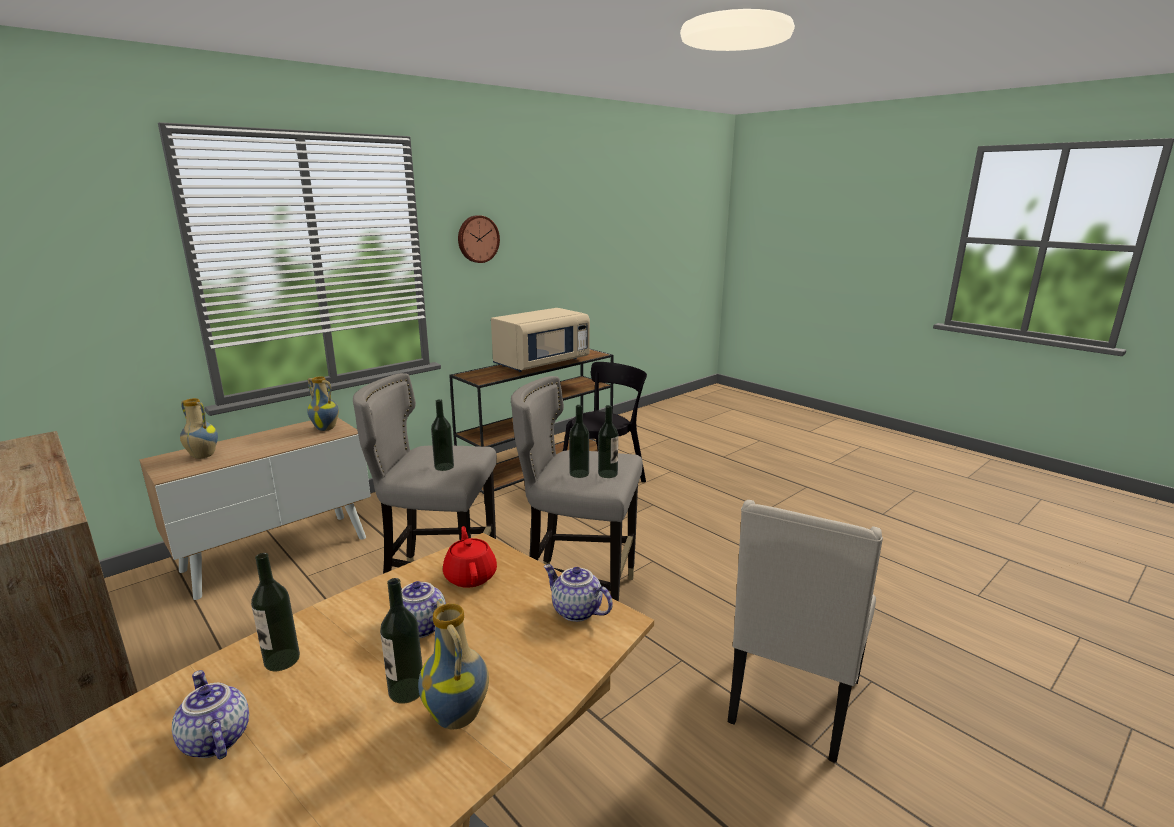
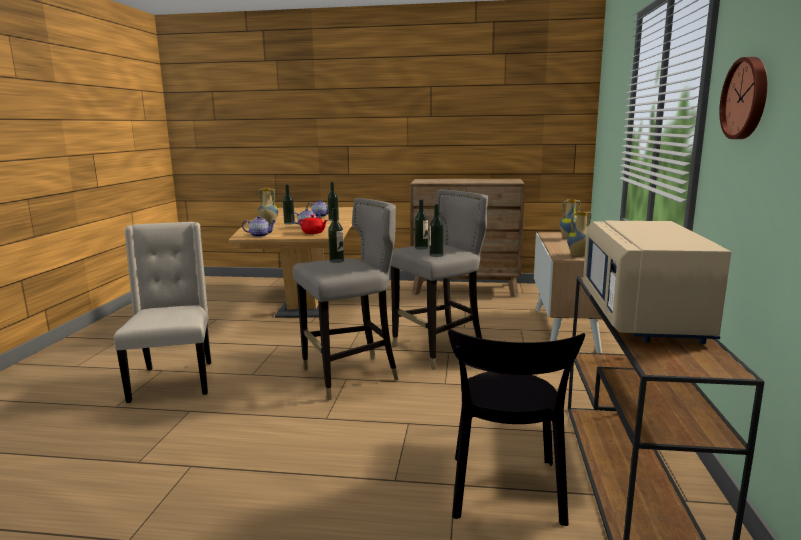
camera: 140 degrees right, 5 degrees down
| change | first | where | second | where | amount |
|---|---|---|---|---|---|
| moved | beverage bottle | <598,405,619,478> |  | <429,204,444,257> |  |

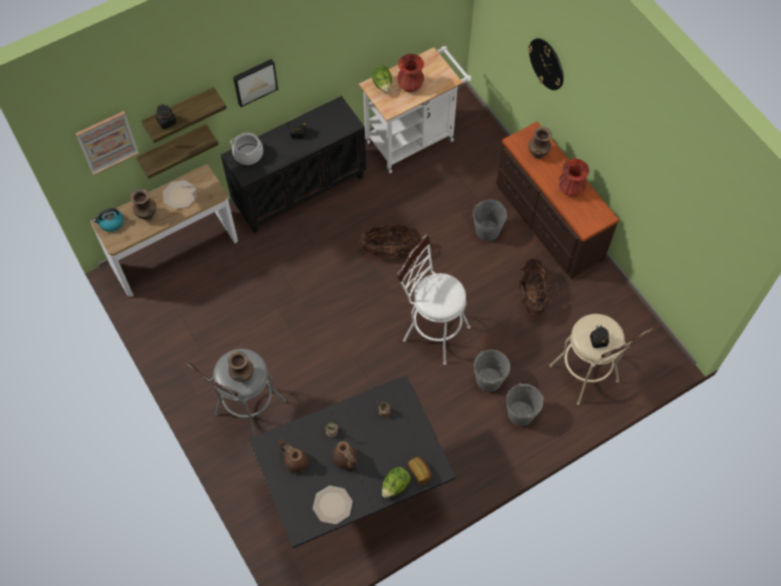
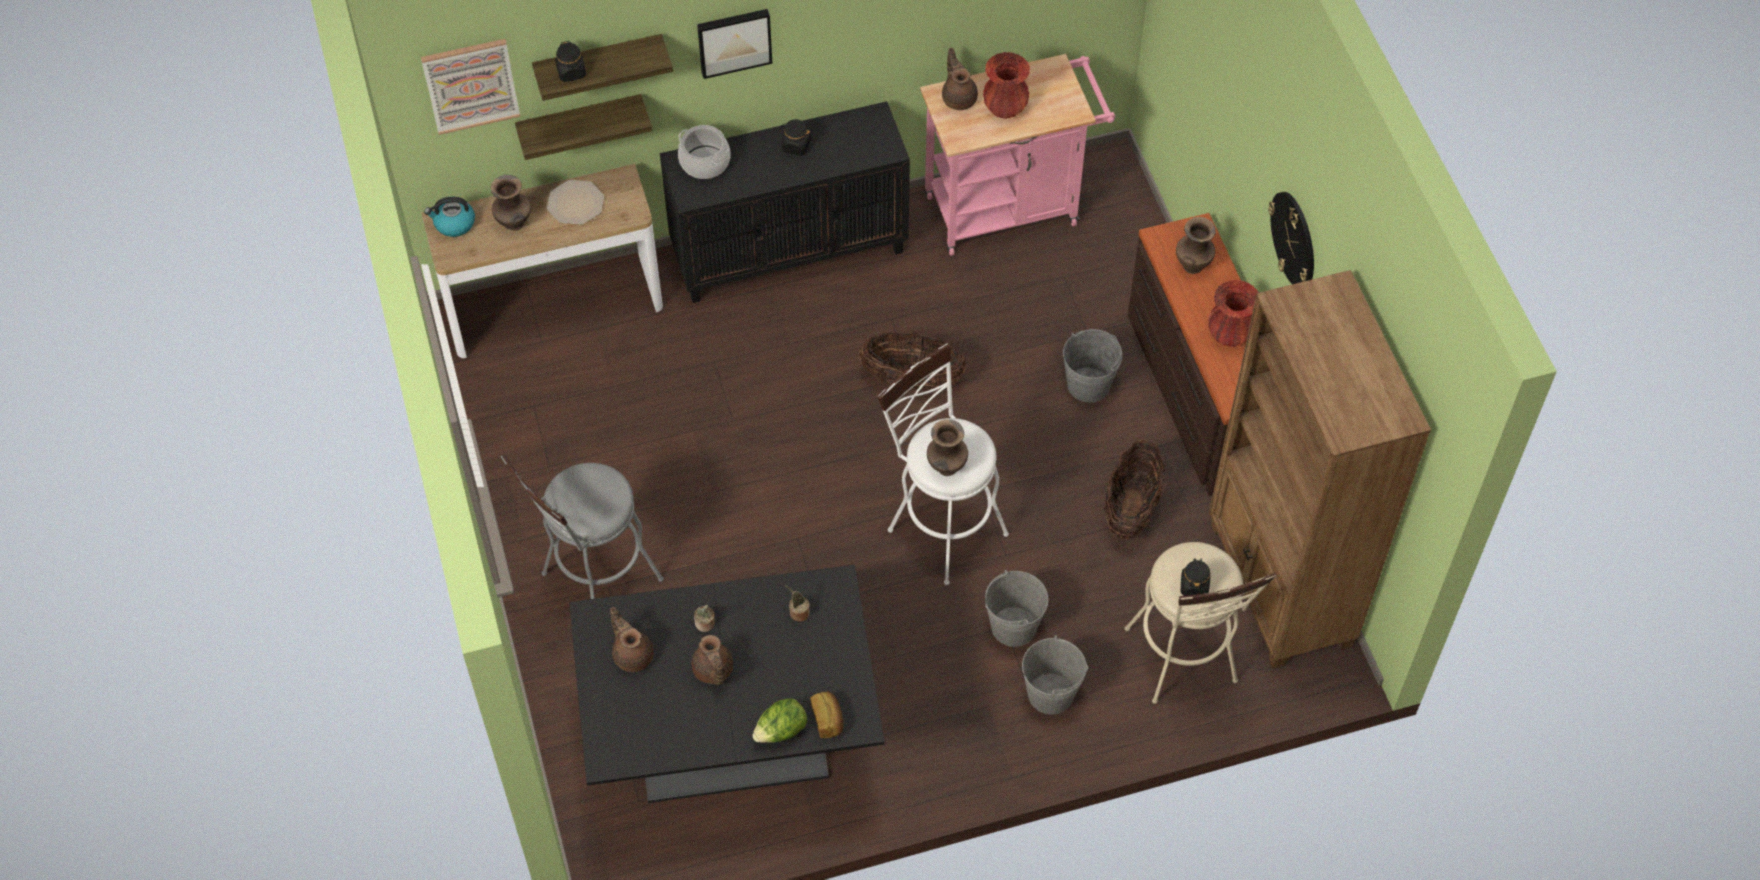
camera: 15 degrees right, 5 degrees down
| change | first | where | second | where | amount |
|---|---|---|---|---|---|
| moved | clock on the wall | <528,38,564,90> |  | <1268,192,1314,284> |  |
| recoloured | trolley (whitish) | <359,46,472,174> | trolley (pink) | <920,54,1115,256> |  |
| replaced | head of lettuce | <372,66,392,92> | tea pot (brown) | <942,48,978,110> |  |
| moved | flower vase (brown) | <228,351,254,382> |  | <927,419,968,476> |  |
| removed | plate | <313,486,353,524> |  |  |  |
| added |  |  | bookshelf (brown) | <1209,270,1431,669> |  |

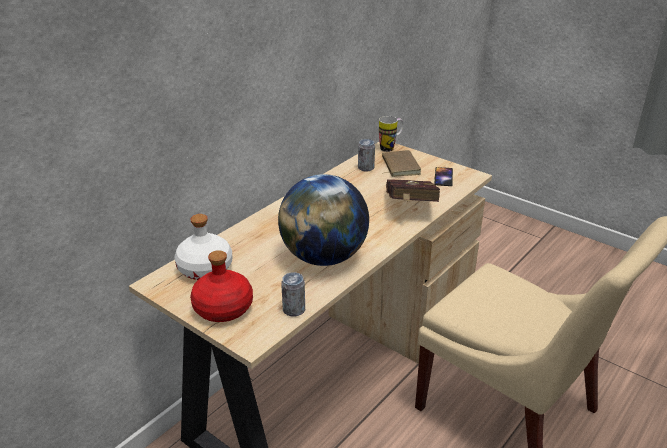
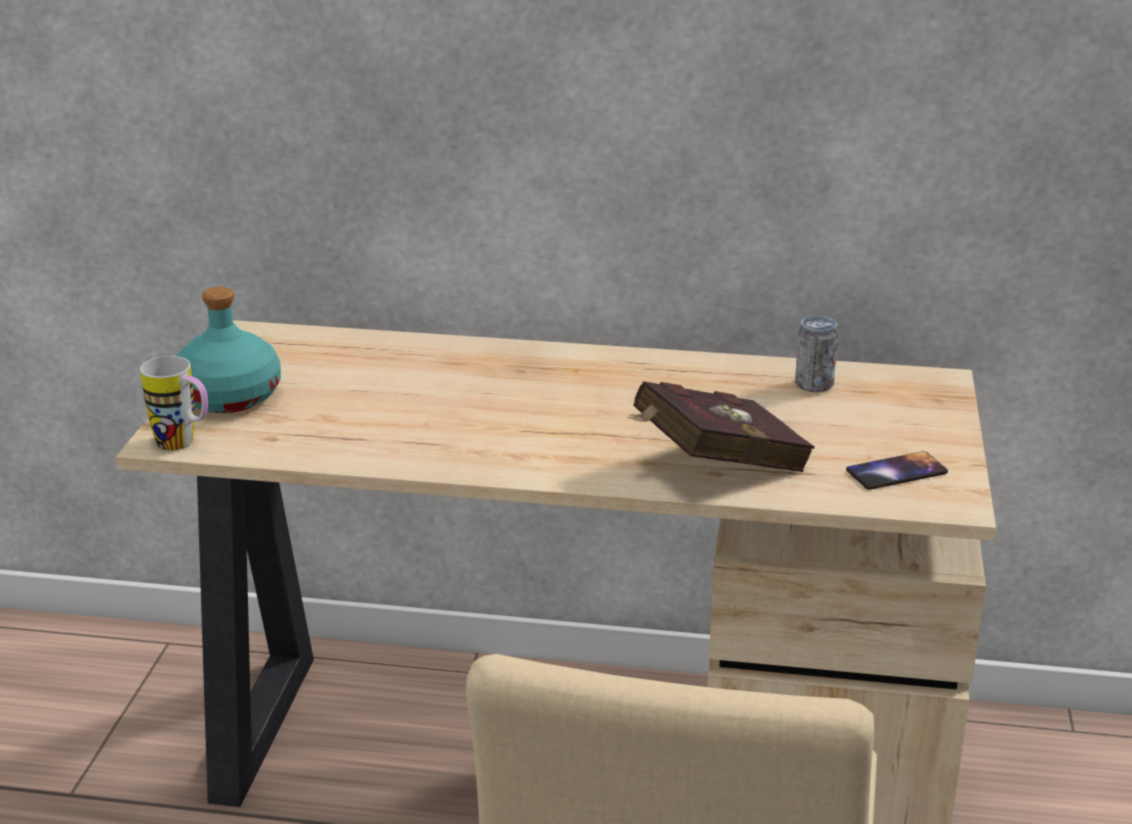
camera: 60 degrees right, 5 degrees down
| change | first | where | second | where | amount |
|---|---|---|---|---|---|
| moved | tea mug | <379,116,404,152> |  | <140,356,208,451> |  |
| removed | bound book (brown) | <382,150,421,177> |  |  |  |
| removed | globe | <278,174,369,266> |  |  |  |
| removed | beverage bottle (whitish) | <175,214,232,280> |  |  |  |
| recoloured | beverage bottle (red-coloured) | <190,250,253,322> | beverage bottle (blue-green) | <176,287,281,413> |  |
| removed | can | <281,272,305,317> |  |  |  |

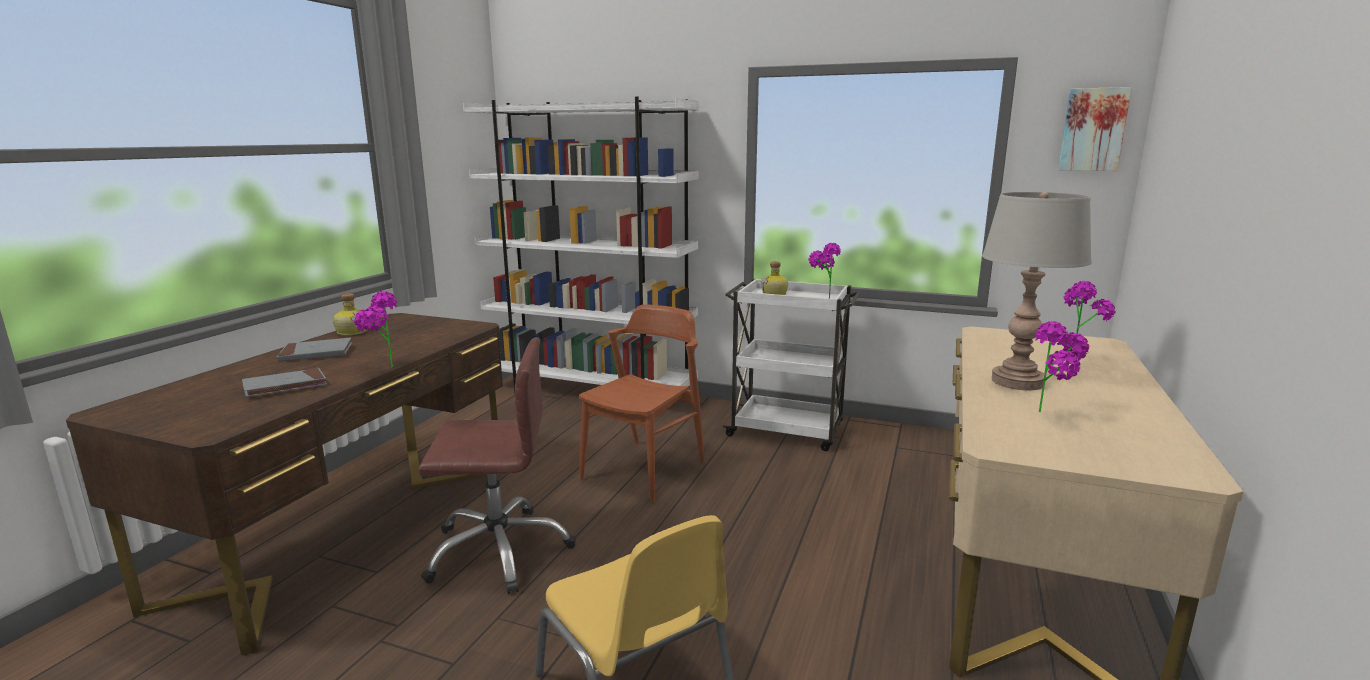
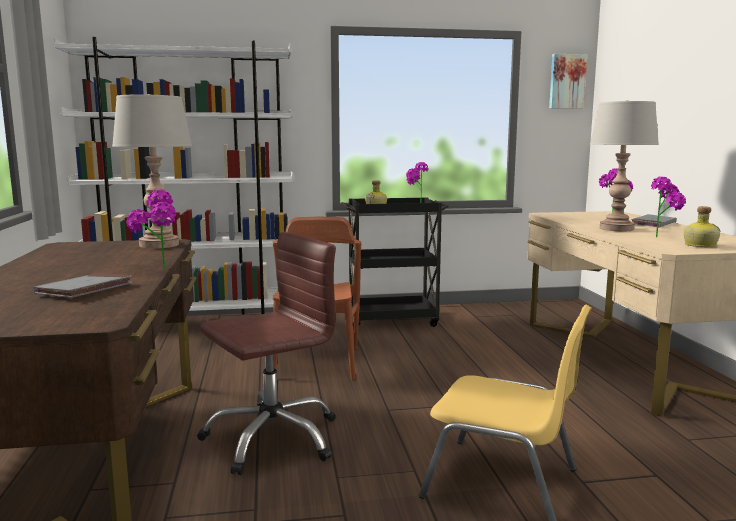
camera: 30 degrees left, 5 degrees down
| change | first | where | second | where | amount |
|---|---|---|---|---|---|
| recoloured | trolley (whitish) | <722,279,861,451> | trolley (black-coloured) | <341,197,449,327> |  |
| moved | beverage bottle | <333,293,367,335> |  | <684,206,721,247> |  |
| moved | bound book (grey) | <277,337,352,362> |  | <631,214,677,227> |  |
| added |  |  | tabletop lamp (grey) | <112,94,192,249> |  |

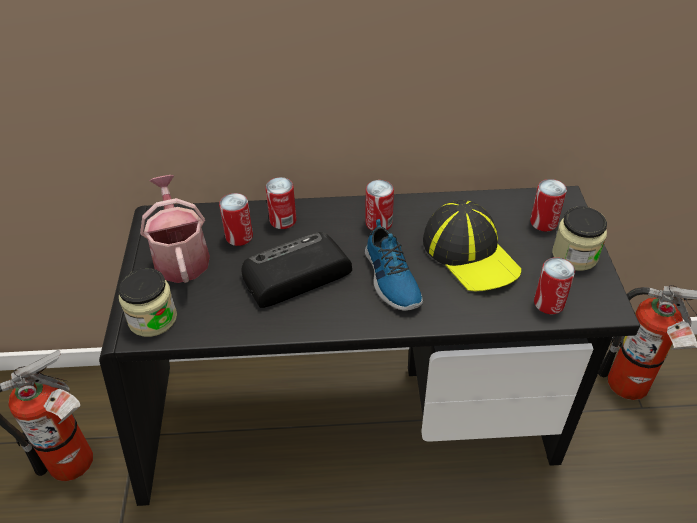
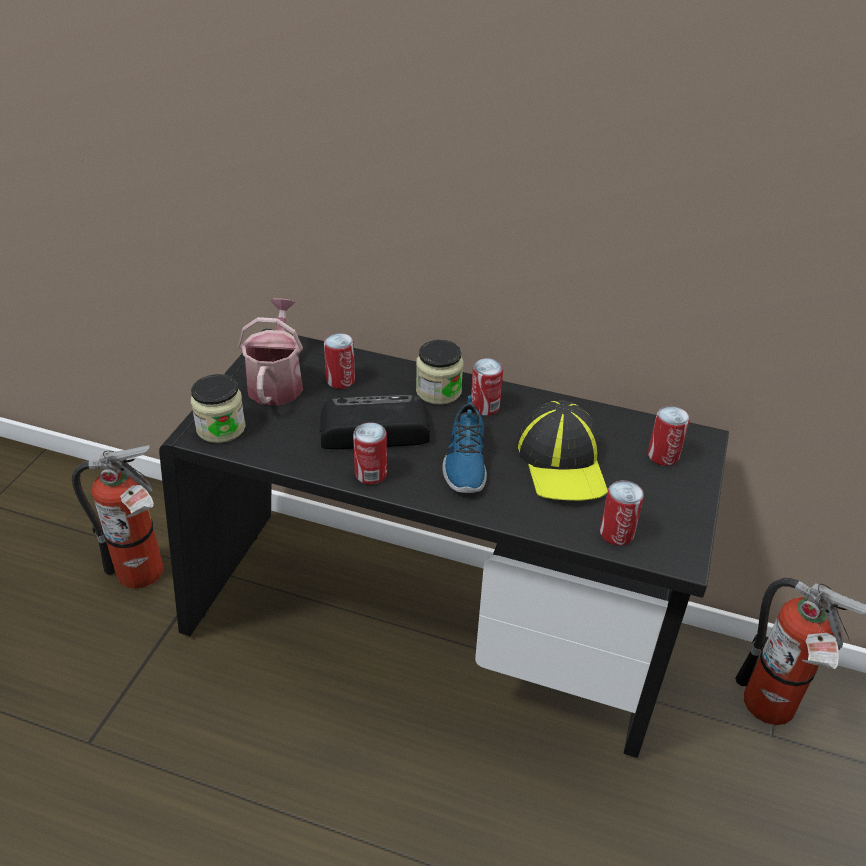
camera: 20 degrees right, 5 degrees down
| change | first | where | second | where | amount |
|---|---|---|---|---|---|
| moved | can | <266,177,296,229> |  | <353,422,387,484> |  |
| moved | storage jar | <552,206,607,271> |  | <416,340,463,405> |  |

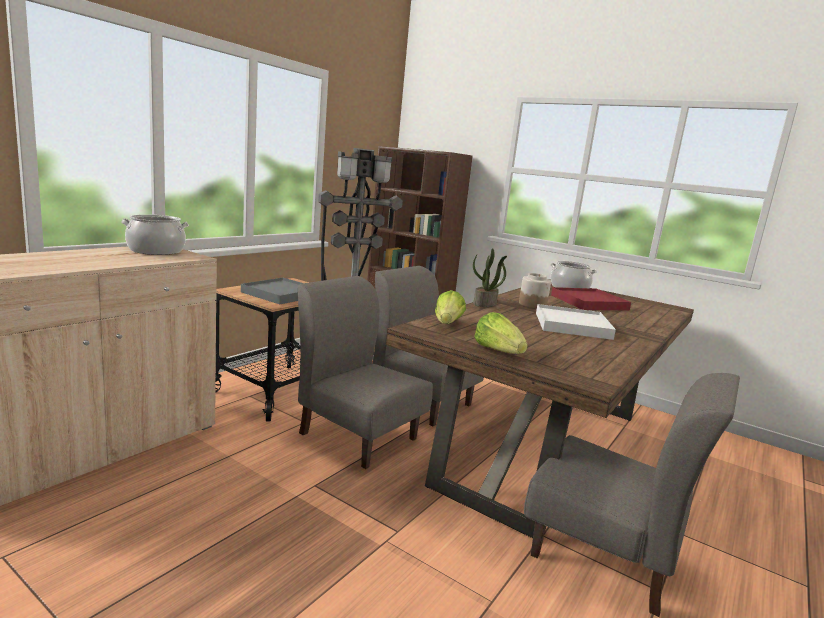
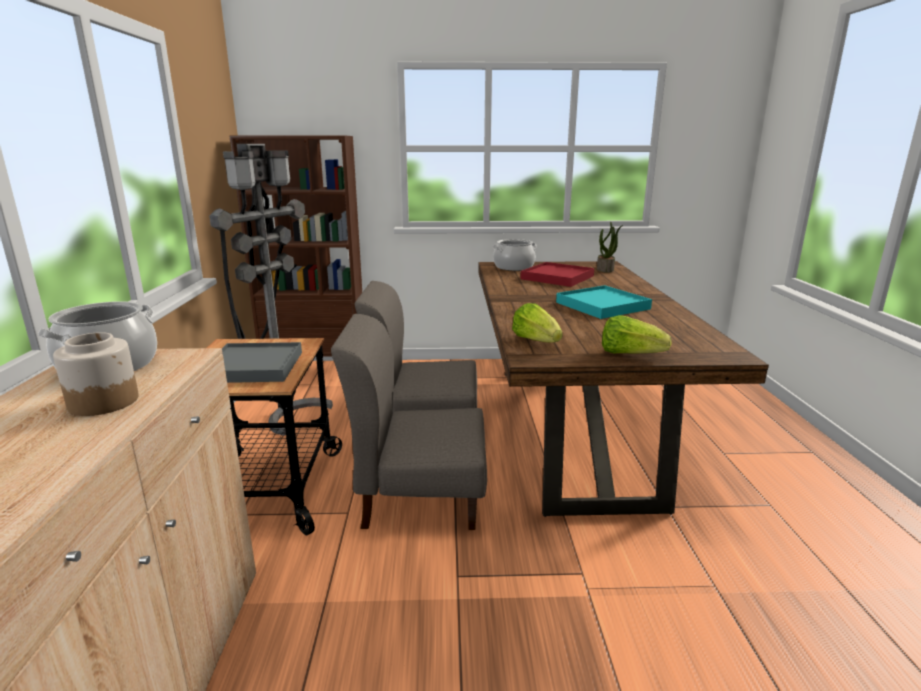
camera: 35 degrees left, 5 degrees up
| change | first | where | second | where | amount |
|---|---|---|---|---|---|
| moved | potted plant | <473,248,507,307> |  | <597,221,623,273> |  |
| moved | storage jar | <519,273,551,308> |  | <53,332,139,416> |  |
| recoloured | tray (whitish) | <536,304,616,340> | tray (blue-green) | <556,285,652,319> |  |
| removed | chair (grey) | <524,373,740,617> |  |  |  |

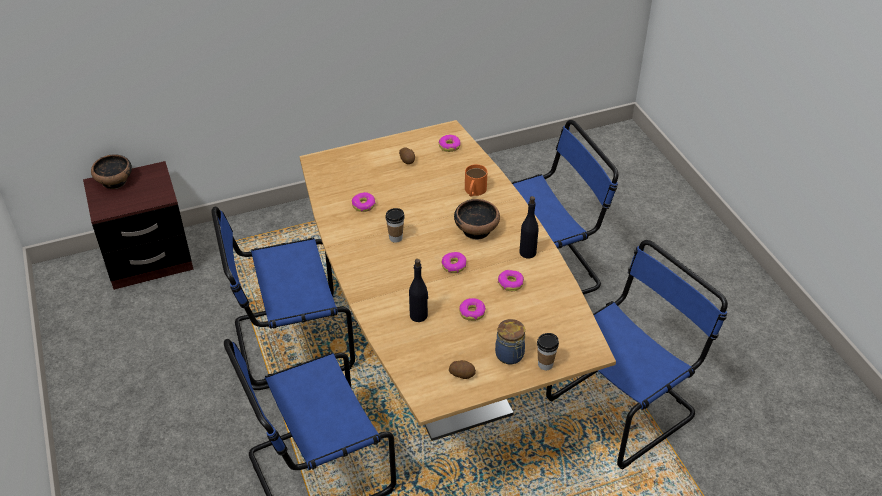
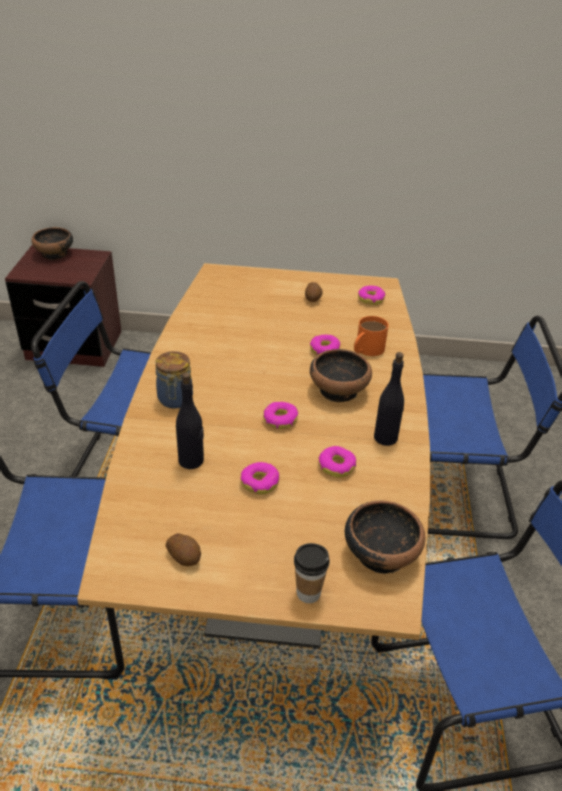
camera: 25 degrees right, 5 degrees down
| change | first | where | second | where | amount |
|---|---|---|---|---|---|
| moved | ring doughnut | <352,192,376,212> |  | <310,334,340,355> |  |
| removed | cup | <385,208,405,243> |  |  |  |
| moved | storage jar | <495,319,525,364> |  | <155,351,193,409> |  |
| added |  |  | serving bowl | <345,500,425,574> |  |

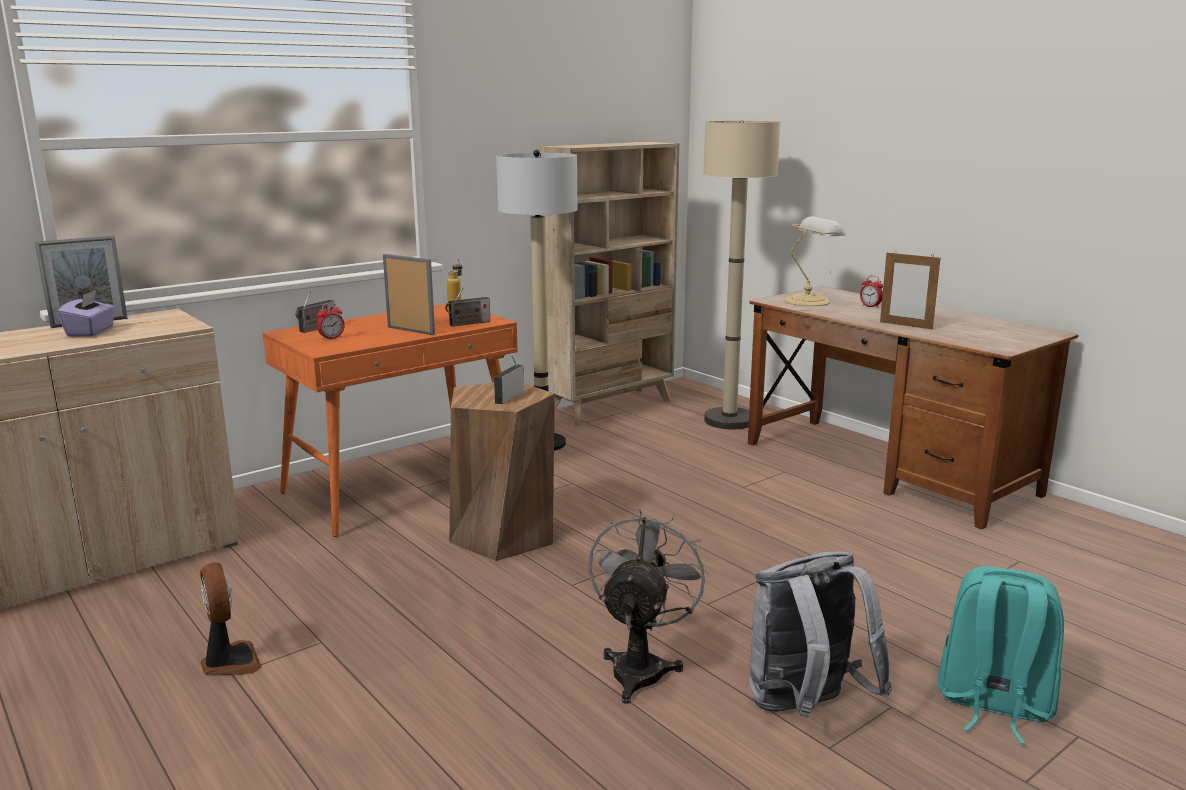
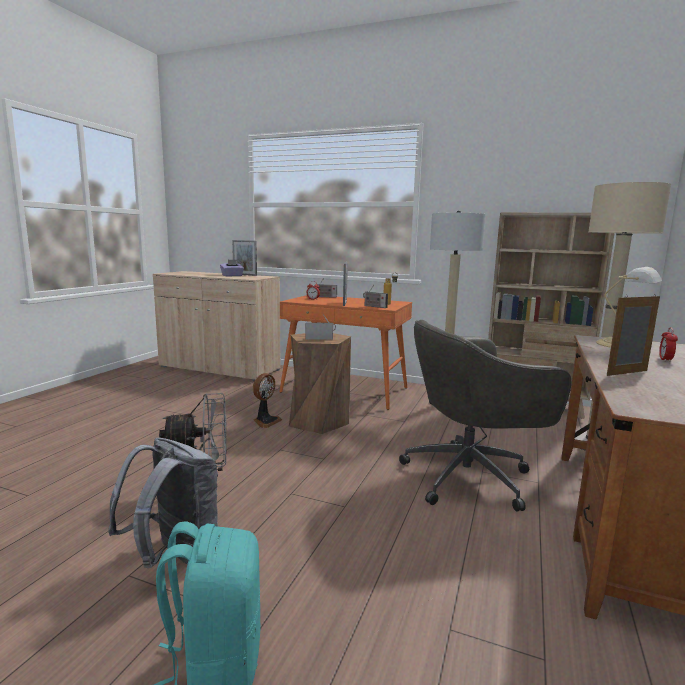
camera: 60 degrees right, 5 degrees down
| change | first | where | second | where | amount |
|---|---|---|---|---|---|
| turned | standing frame | <880,251,941,329> |  | <607,295,660,376> | 60 degrees clockwise |
| moved | cooling fan | <200,562,262,675> |  | <253,373,282,428> |  |
| added |  |  | computer chair (grey) | <399,320,571,511> |  |

